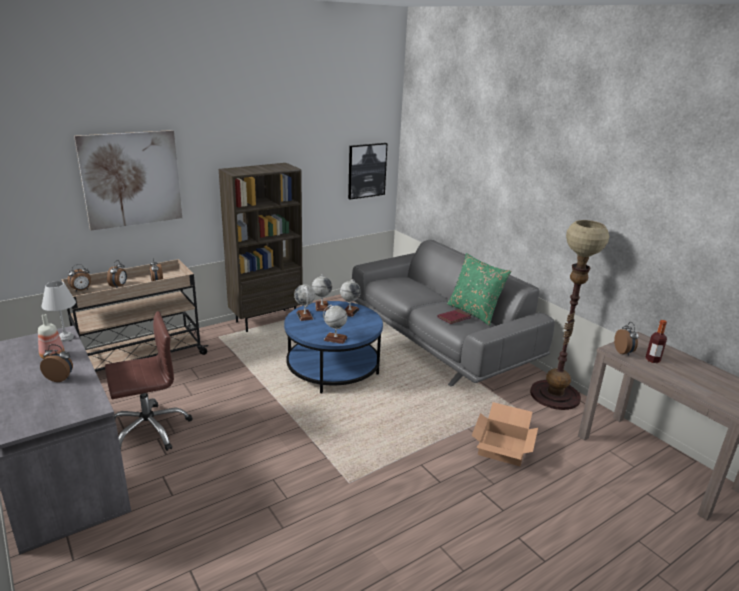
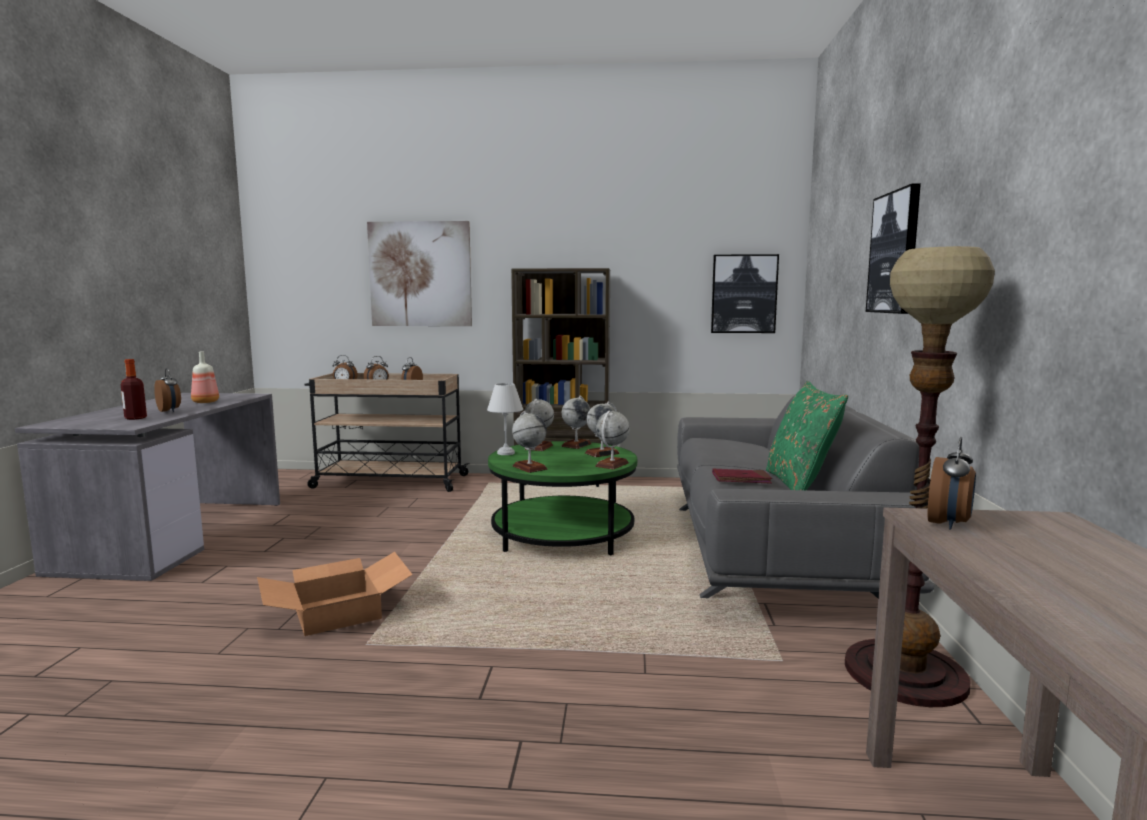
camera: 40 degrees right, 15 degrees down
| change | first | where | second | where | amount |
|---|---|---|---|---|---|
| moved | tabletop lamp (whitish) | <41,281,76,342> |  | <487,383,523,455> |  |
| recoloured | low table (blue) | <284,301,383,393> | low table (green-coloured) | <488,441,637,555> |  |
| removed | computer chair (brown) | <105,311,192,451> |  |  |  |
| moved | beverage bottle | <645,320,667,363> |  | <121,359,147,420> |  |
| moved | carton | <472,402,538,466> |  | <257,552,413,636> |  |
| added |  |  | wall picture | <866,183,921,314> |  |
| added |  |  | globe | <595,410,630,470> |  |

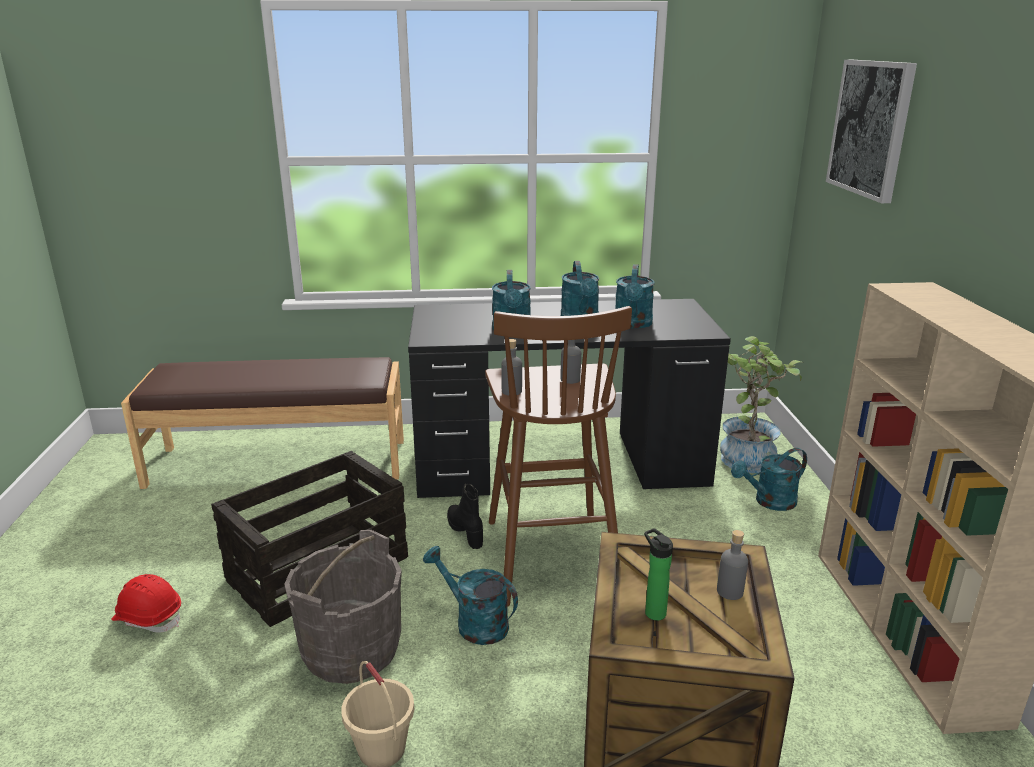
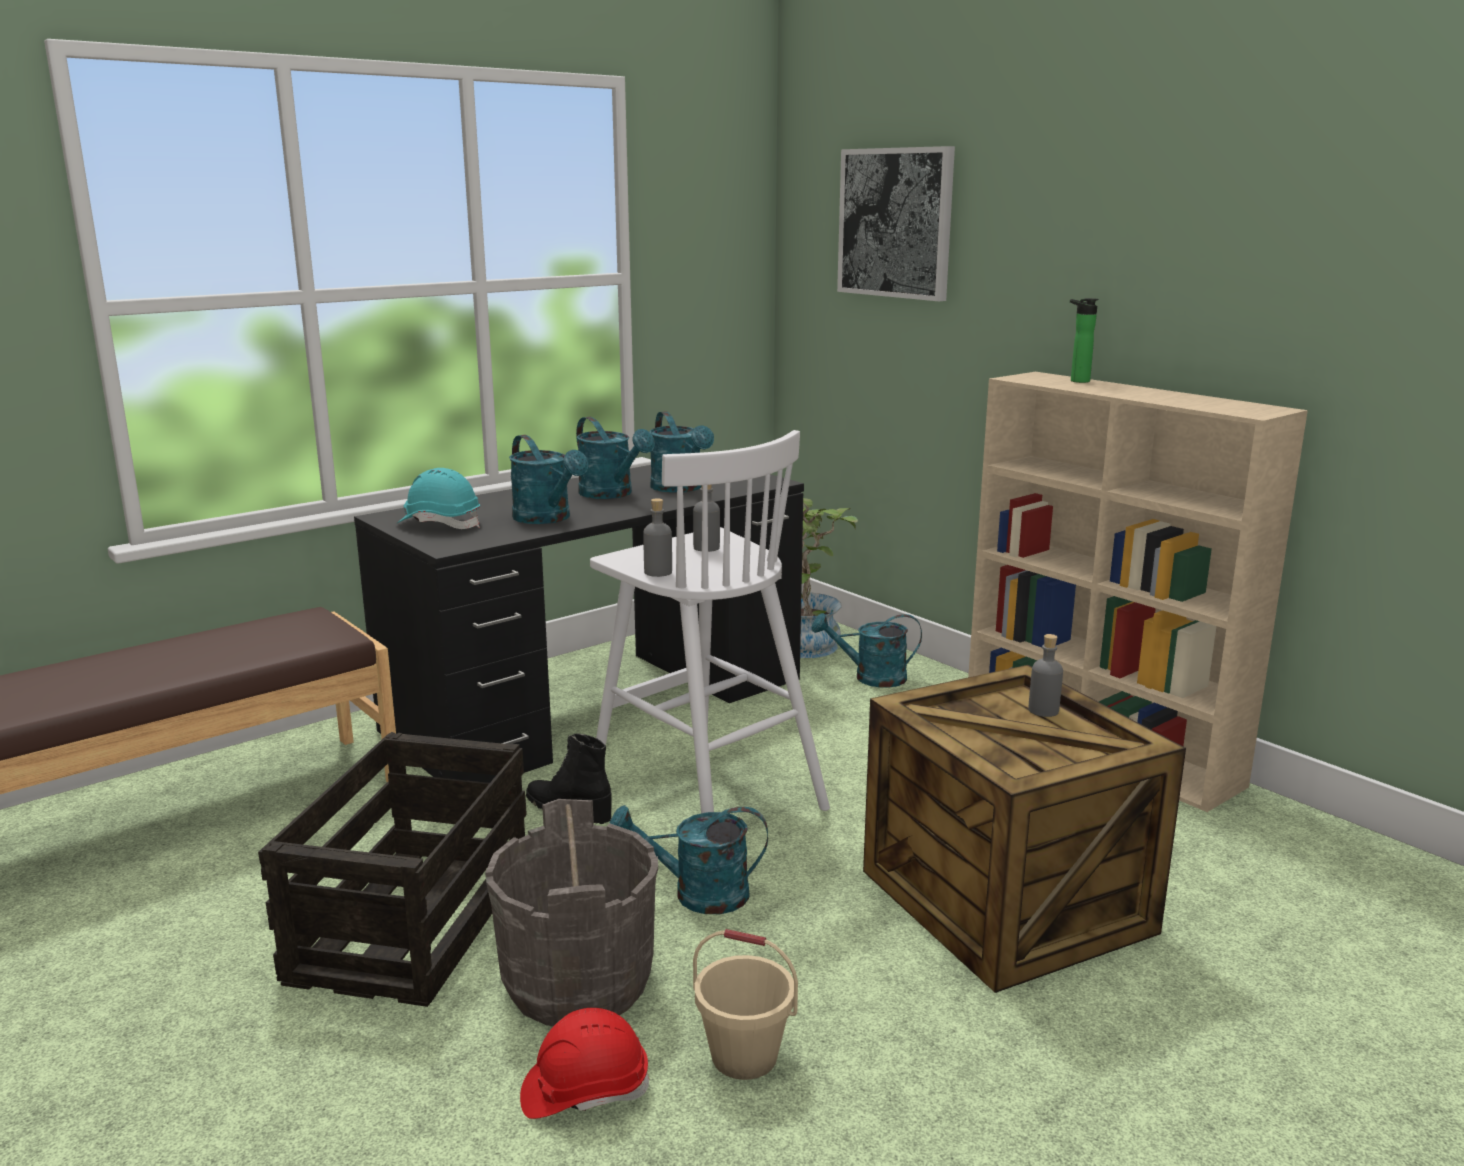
camera: 35 degrees left, 5 degrees down
| change | first | where | second | where | amount |
|---|---|---|---|---|---|
| recoloured | sitting stool (brown) | <485,306,632,607> | sitting stool (whitish) | <590,430,830,813> |  |
| turned | watering pot (blue-green) | <731,448,807,511> |  | <811,613,922,688> | 60 degrees clockwise |
| moved | beverage bottle | <644,528,673,621> |  | <1070,298,1099,383> |  |
| moved | hard hat (red-coloured) | <111,574,181,633> |  | <520,1008,650,1119> |  |
| added |  |  | hard hat (blue-green) | <397,468,480,529> |  |

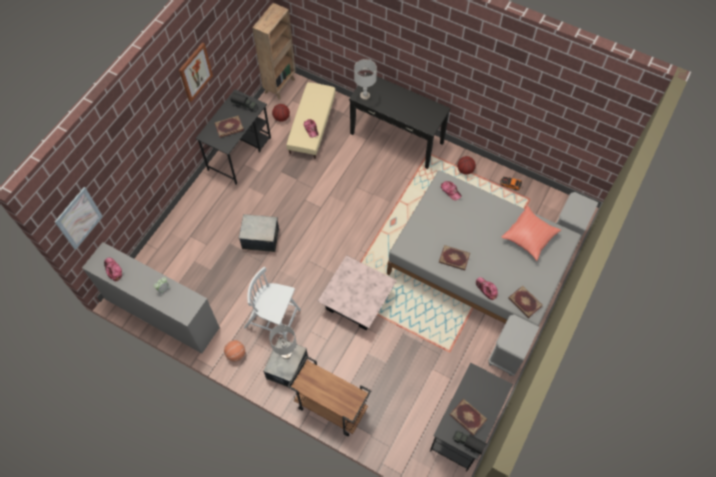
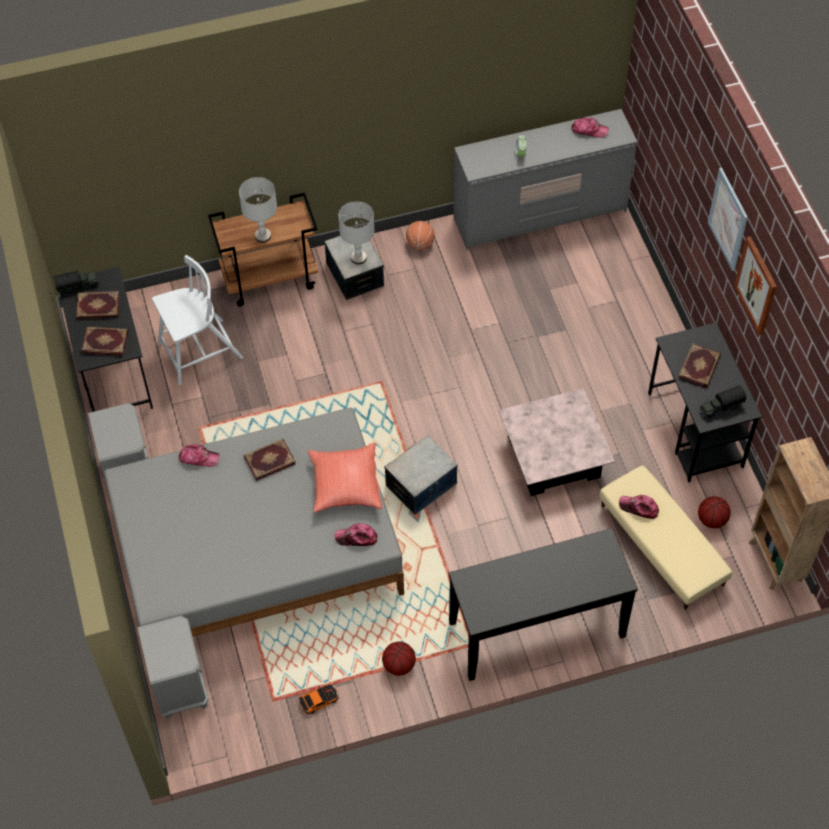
camera: 135 degrees right, 5 degrees down
| change | first | where | second | where | amount |
|---|---|---|---|---|---|
| moved | tabletop lamp (grey) | <354,59,377,100> |  | <239,177,277,243> |  |
| moved | wall picture | <55,187,103,250> |  | <707,168,748,271> |  |
| moved | throw pillow (red-coloured) | <501,206,561,261> |  | <308,442,382,513> |  |
| moved | storage box | <239,214,279,252> |  | <384,435,458,515> |  |
| moved | low table (pink) | <317,255,397,330> |  | <499,388,615,496> |  |
| moved | chair (whitish) | <244,267,301,340> |  | <152,255,243,385> |  |
| moved | bound book | <509,286,543,318> |  | <81,327,129,356> |  |

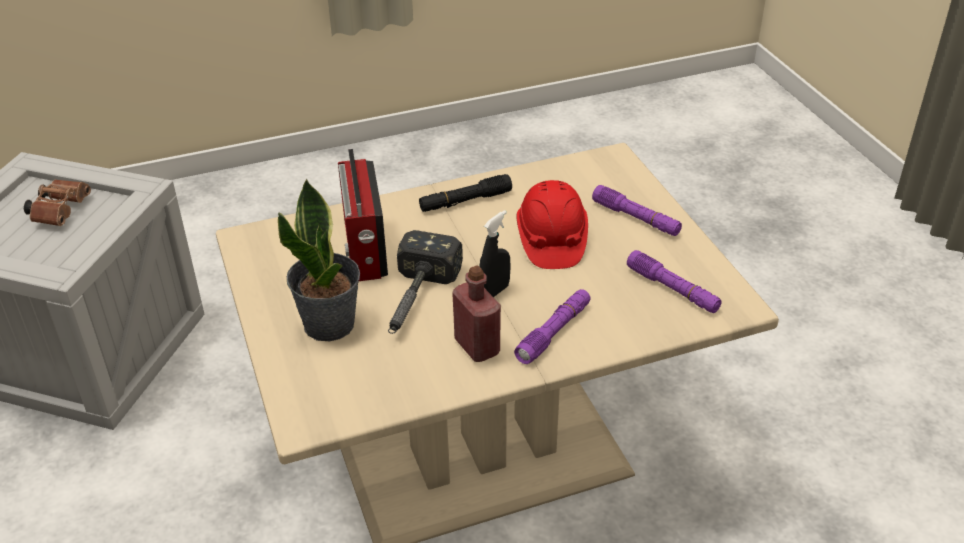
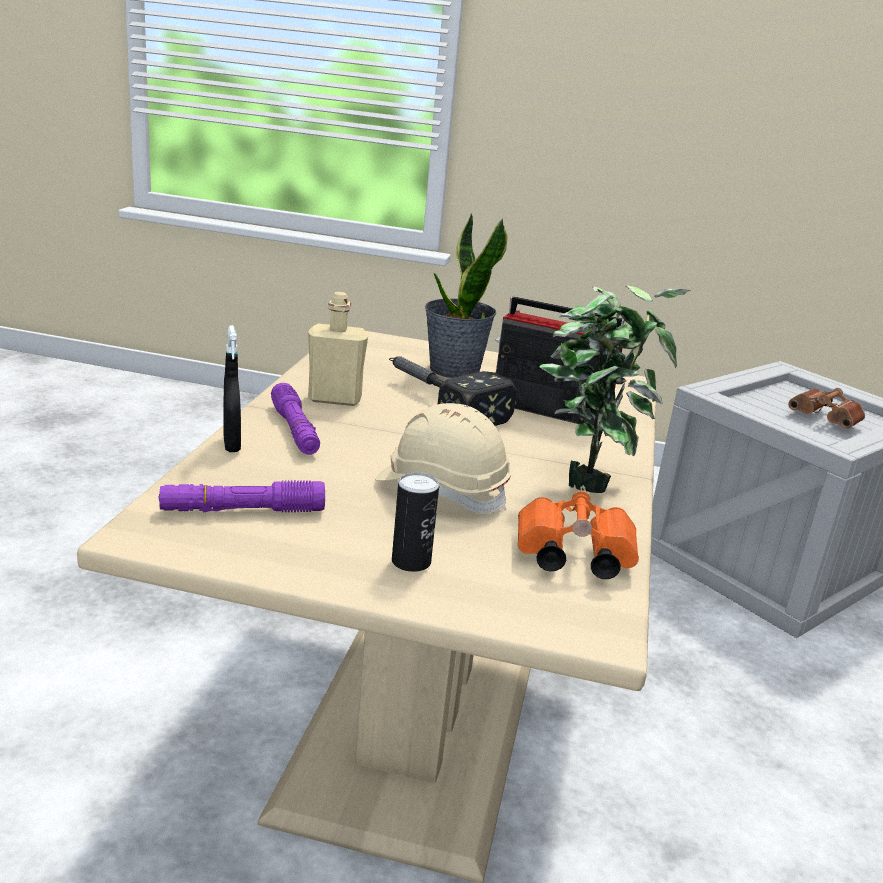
camera: 120 degrees right, 15 degrees down
| change | first | where | second | where | amount |
|---|---|---|---|---|---|
| replaced | hand torch (black-coloured) | <419,174,512,212> | potted plant | <539,285,691,493> |  |
| recoloured | hard hat (red-coloured) | <517,180,588,269> | hard hat (beige-coloured) | <375,403,511,513> |  |
| replaced | hand torch (purplish) | <592,185,682,236> | can | <392,472,439,572> |  |
| moved | sprayer (black-coloured) | <479,210,511,297> |  | <223,325,241,452> |  |
| recoloured | beverage bottle (red-coloured) | <452,265,501,362> | beverage bottle (beige-coloured) | <308,292,368,406> |  |
| added |  |  | field glasses (orange-coloured) | <517,491,639,579> |  |

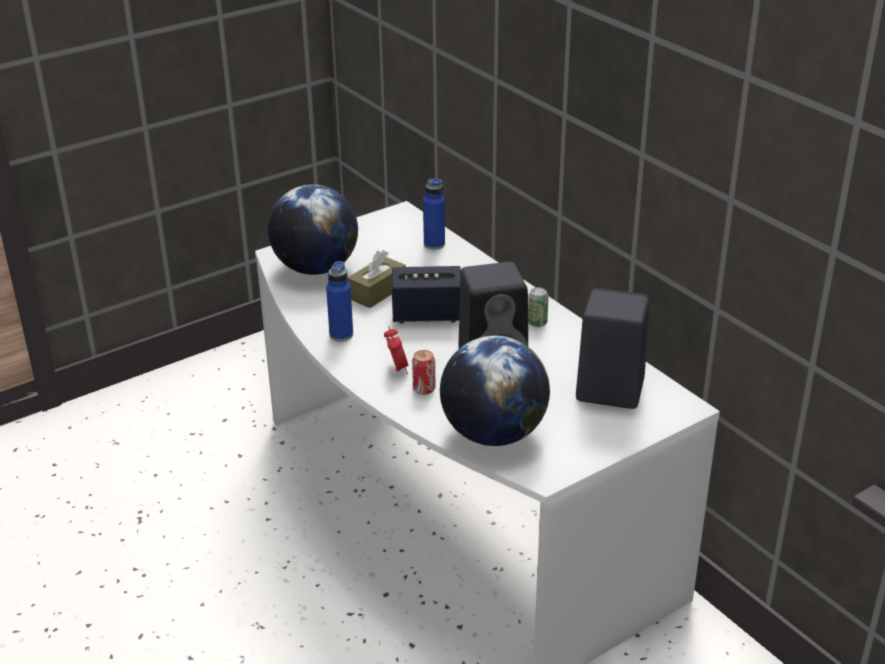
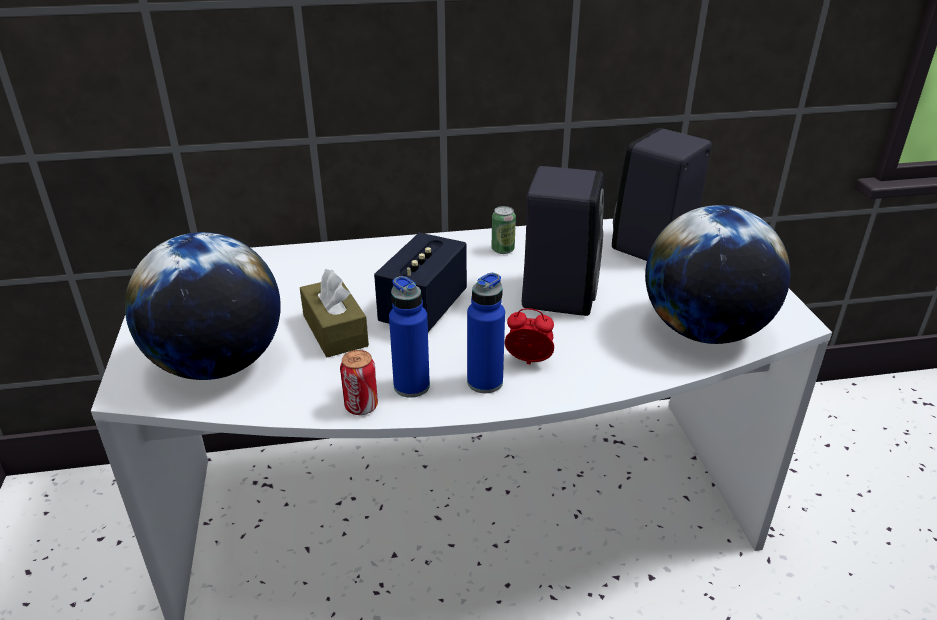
camera: 65 degrees left, 0 degrees up
| change | first | where | second | where | amount |
|---|---|---|---|---|---|
| moved | beverage bottle (blue) | <423,179,445,250> |  | <467,273,505,393> |  |
| moved | can | <412,350,435,395> |  | <340,350,378,415> |  |

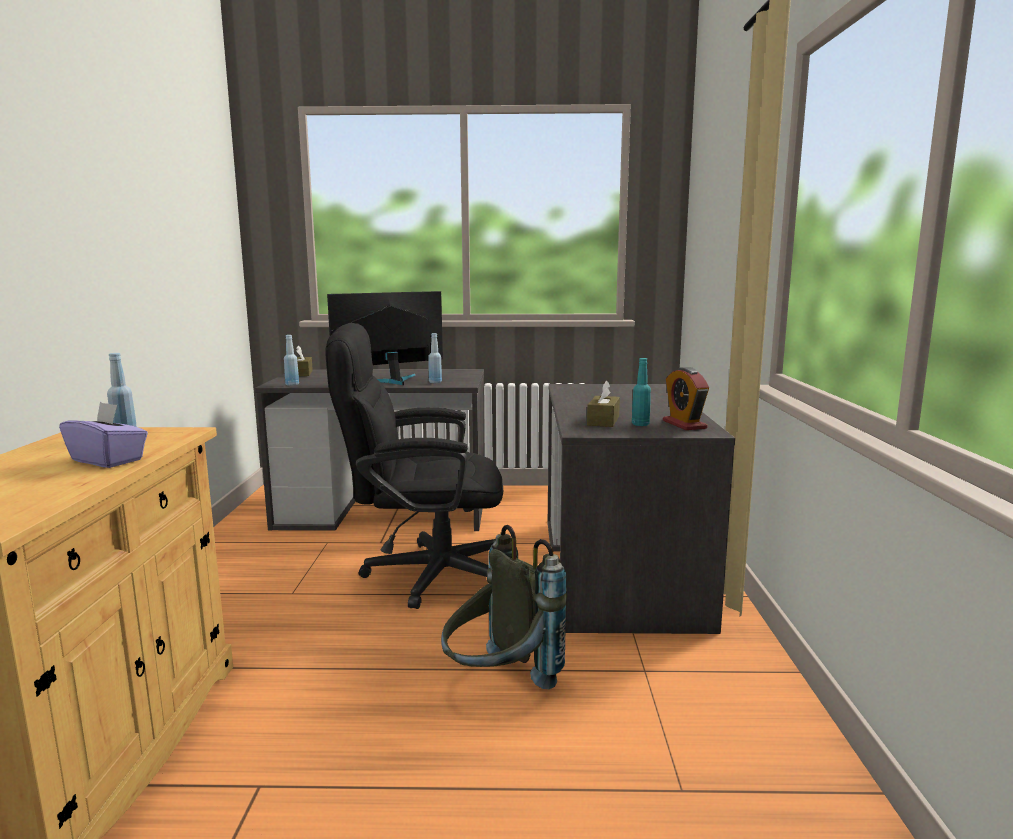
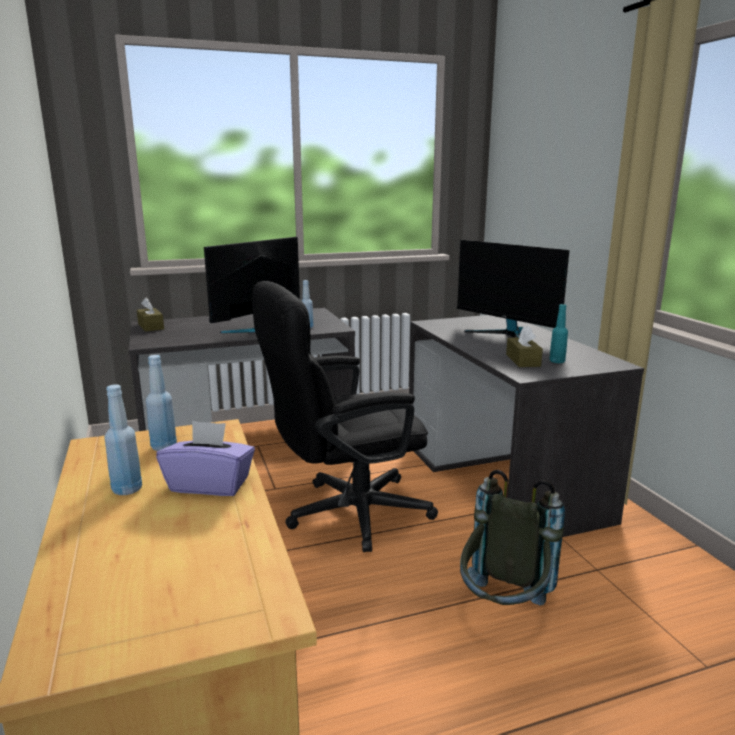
camera: 20 degrees left, 5 degrees up
| change | first | where | second | where | amount |
|---|---|---|---|---|---|
| moved | beverage bottle (blue) | <284,335,299,386> |  | <104,385,142,495> |  |
| removed | bedside clock | <663,367,709,430> |  |  |  |
| added |  |  | computer display | <457,240,569,338> |  |

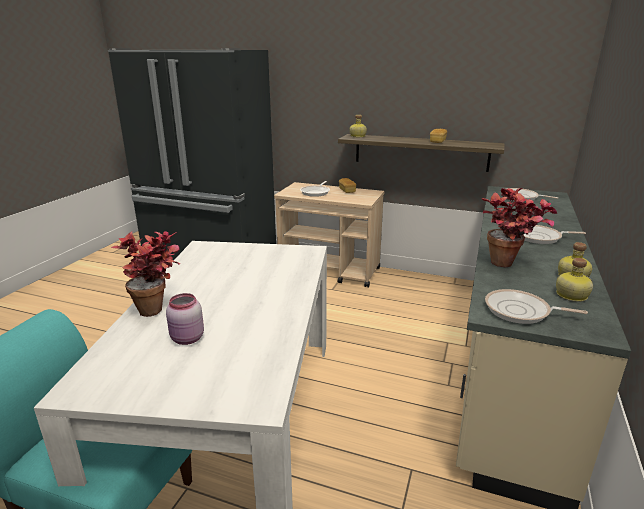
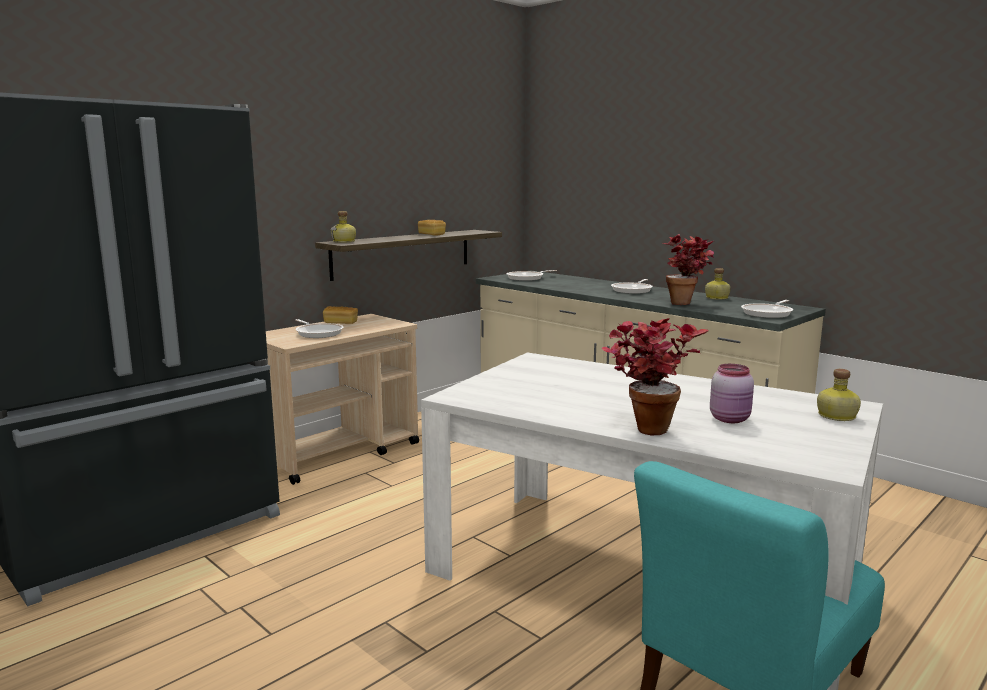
camera: 65 degrees left, 10 degrees down
| change | first | where | second | where | amount |
|---|---|---|---|---|---|
| moved | beverage bottle | <556,258,593,302> |  | <817,369,861,421> |  |

